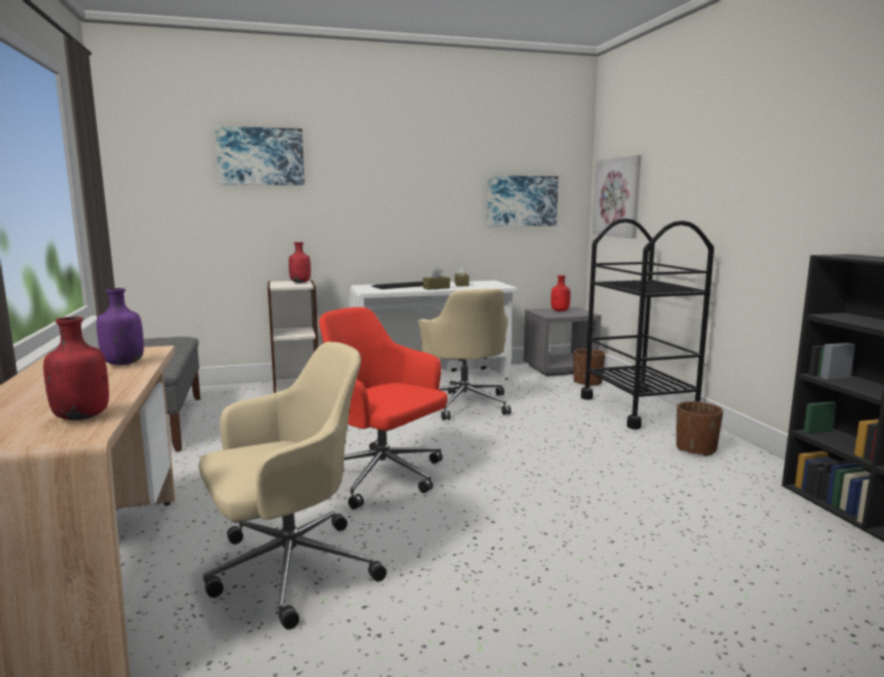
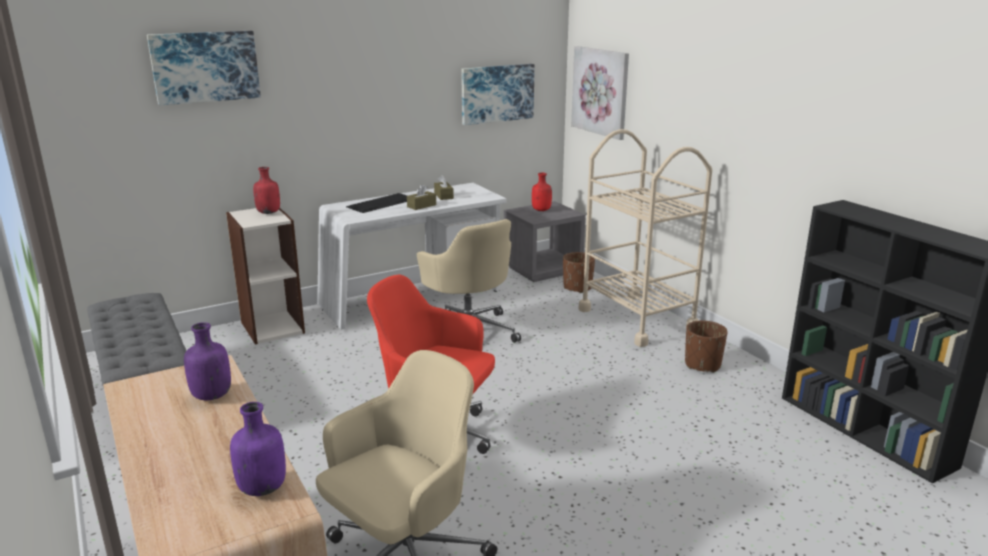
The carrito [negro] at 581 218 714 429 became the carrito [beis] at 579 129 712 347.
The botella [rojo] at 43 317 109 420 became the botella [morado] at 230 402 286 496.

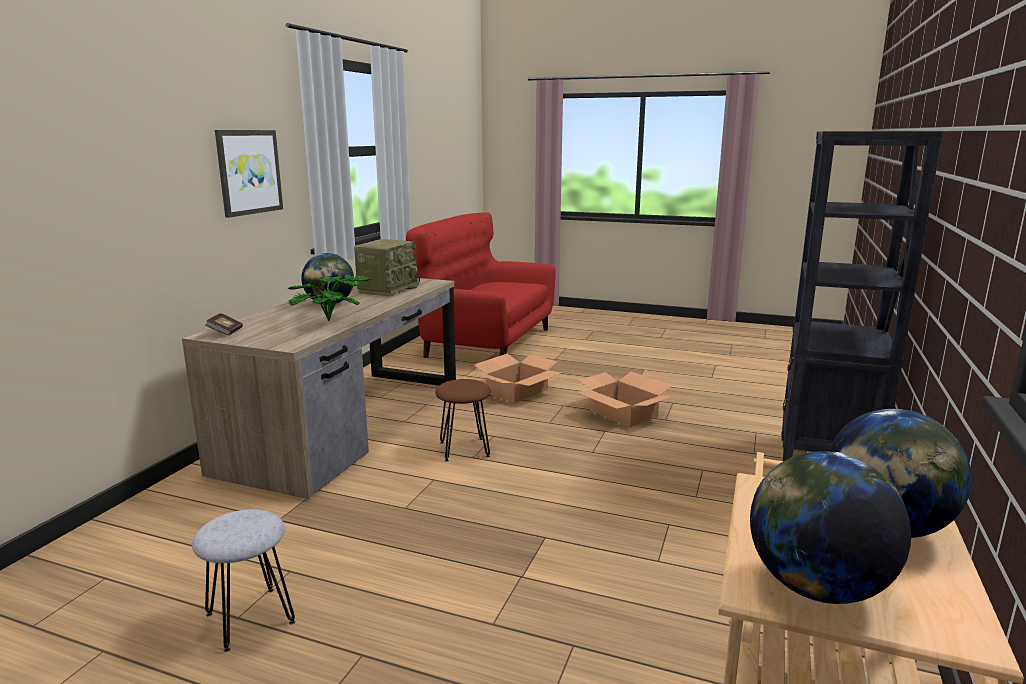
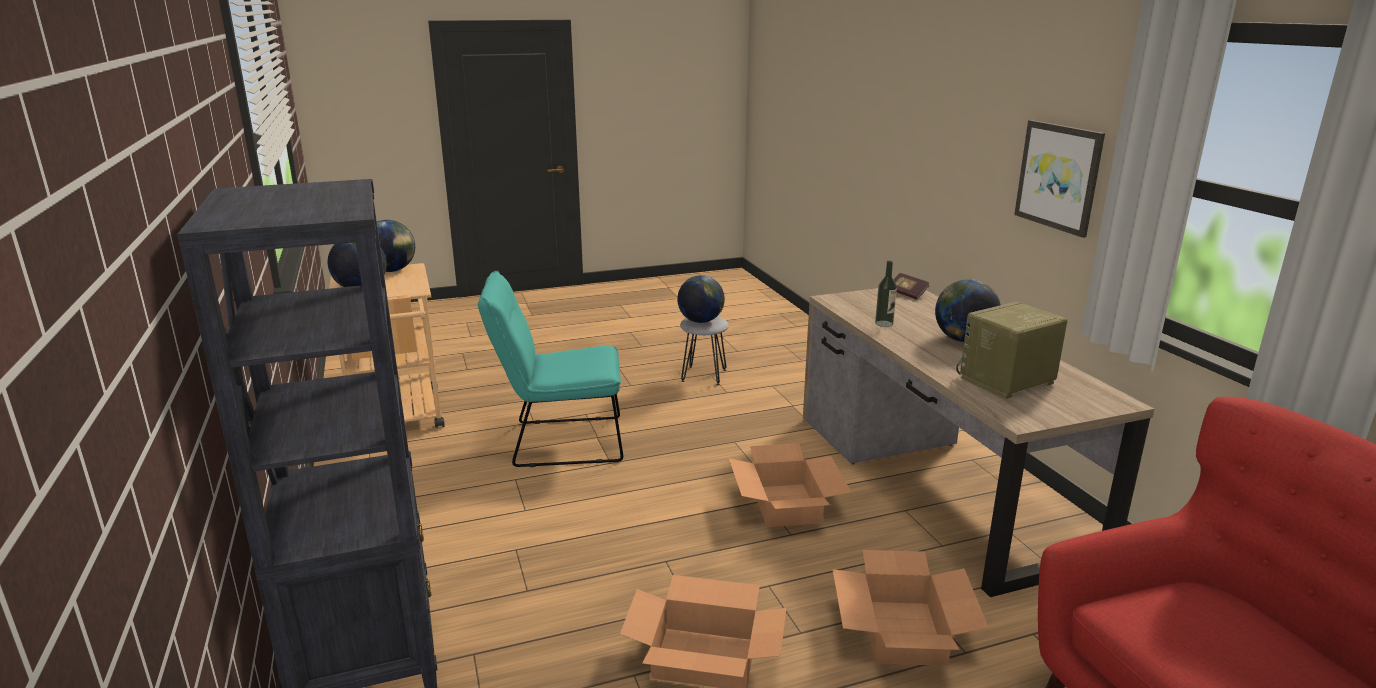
The radio at 354 239 420 297 turned 75 degrees clockwise.
The planta en maceta at 288 275 371 321 was replaced by the botella at 875 261 897 327.
The taburete [marrón] at 435 379 491 461 was replaced by the caja de cartón at 729 443 852 527.
The silla [turquesa] at 478 271 623 467 appeared.
The globo terráqueo at 677 275 725 323 appeared.

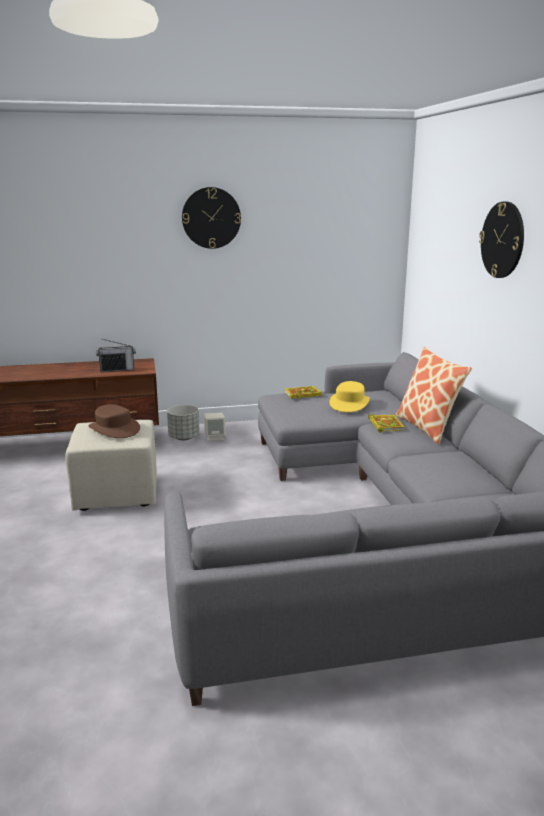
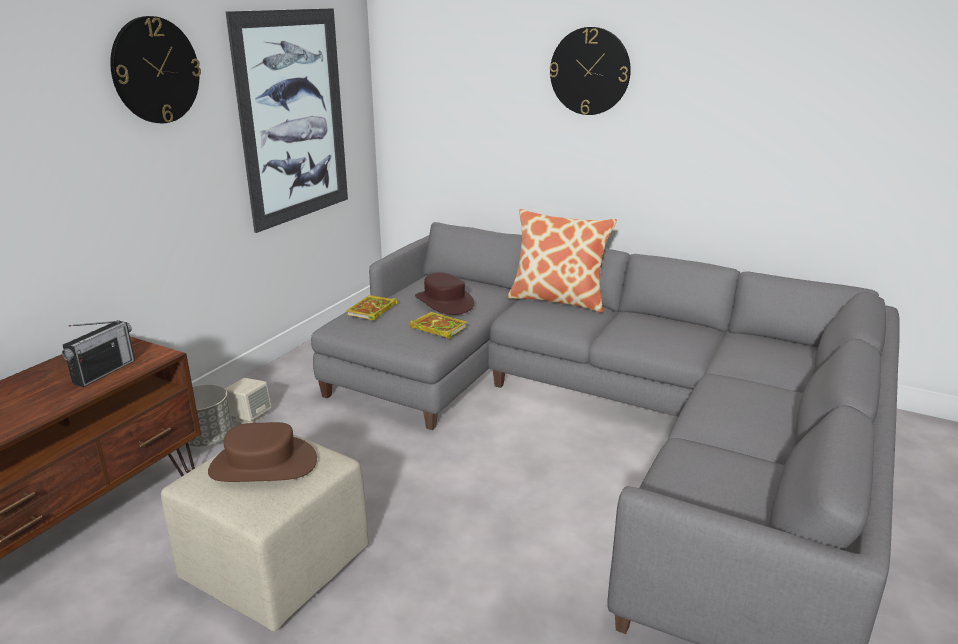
The sombrero [amarillo] at 329 381 370 412 became the sombrero [marrón] at 415 272 474 315.
The libro moved from 368 414 405 433 to 409 312 467 339.
The cuadro at 226 8 348 233 appeared.

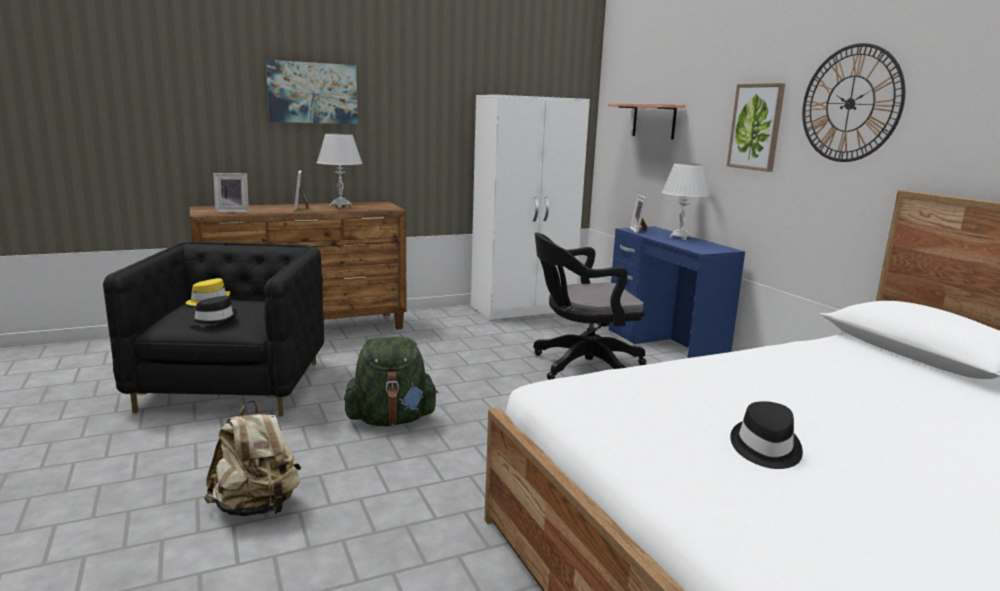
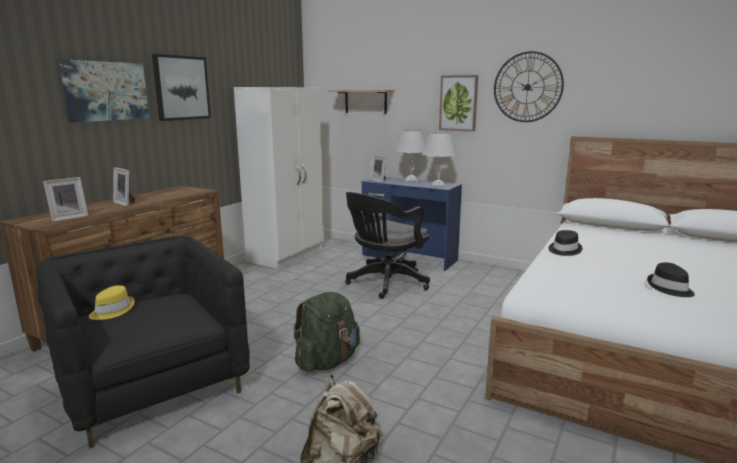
The lámpara de mesa [blanco] moved from 317 134 363 208 to 423 132 457 188.
The sombrero [negro] moved from 189 296 238 327 to 548 230 583 256.
The cuadro at 152 54 211 121 appeared.

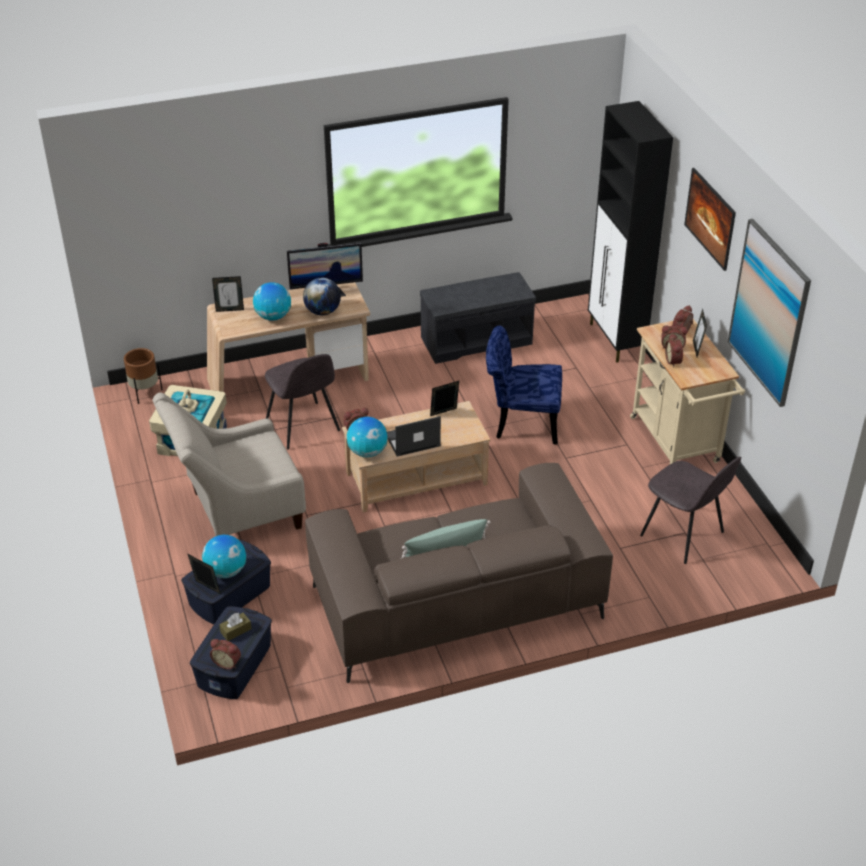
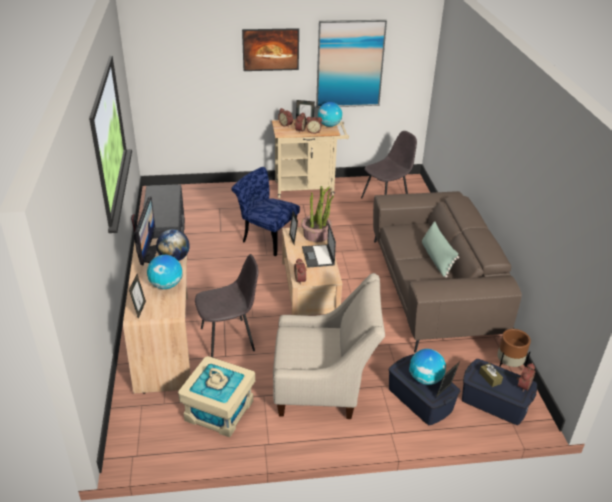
The armario [negro] at 588 101 673 362 disappeared.
The silla [azul] at 486 326 562 445 turned 105 degrees clockwise.
The maceta [marrón] moved from 124 348 162 404 to 497 329 531 367.
The sillón [beis] at 152 392 306 536 turned 75 degrees counterclockwise.
The globo terráqueo moved from 347 417 388 458 to 318 102 342 127.
The planta en maceta at 301 186 334 242 appeared.

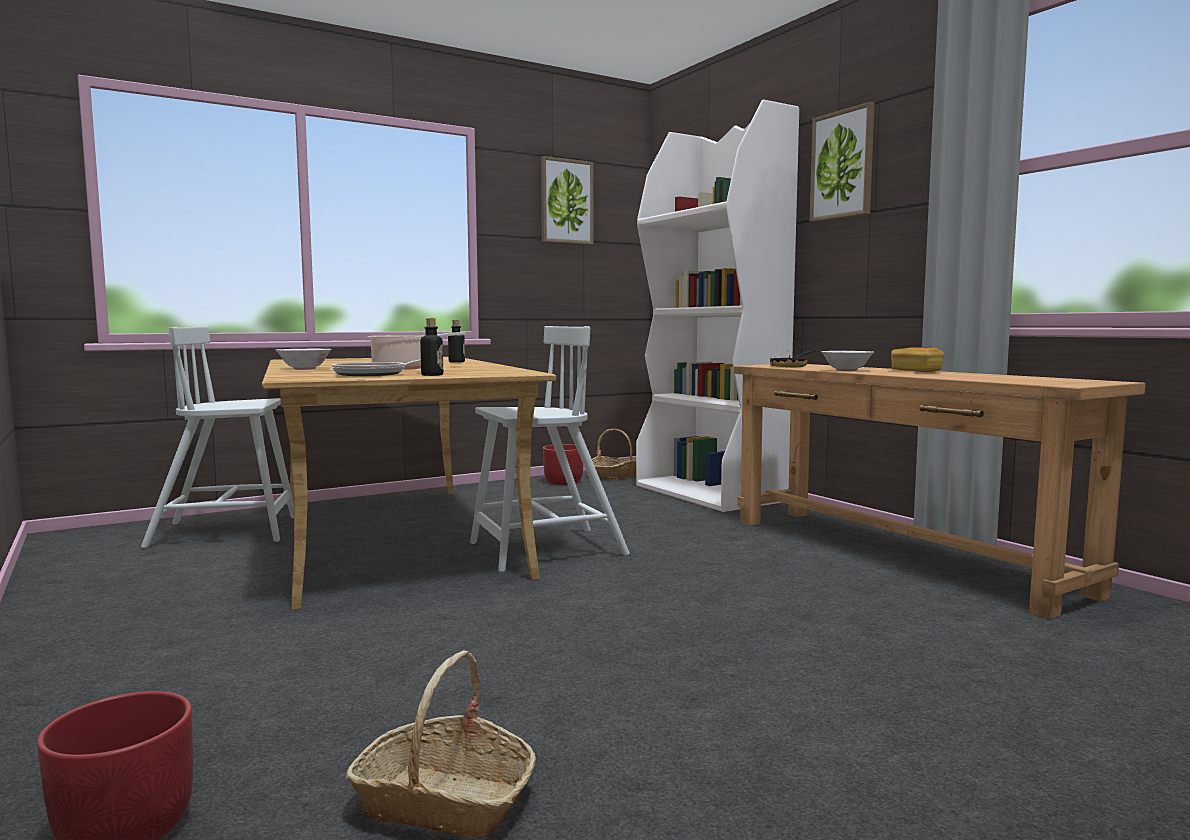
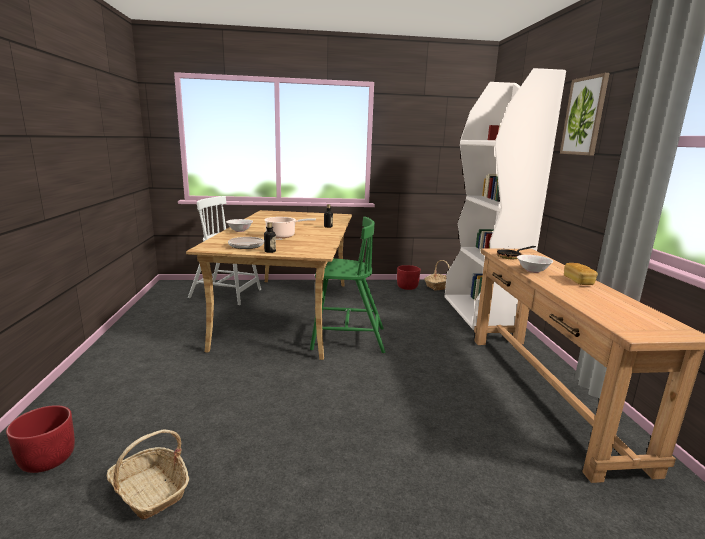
The cuadro at 541 156 593 245 disappeared.
The silla [blanco] at 470 326 630 572 became the silla [verde] at 310 217 385 353.

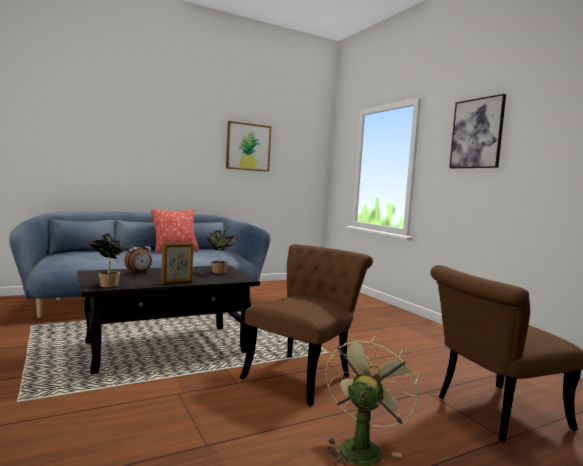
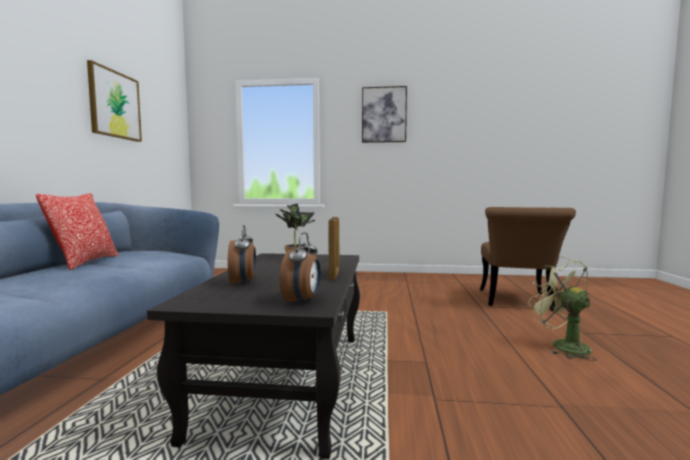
The planta en maceta at 90 233 129 287 was replaced by the despertador at 279 232 321 305.
The silla [marrón] at 240 244 373 406 disappeared.

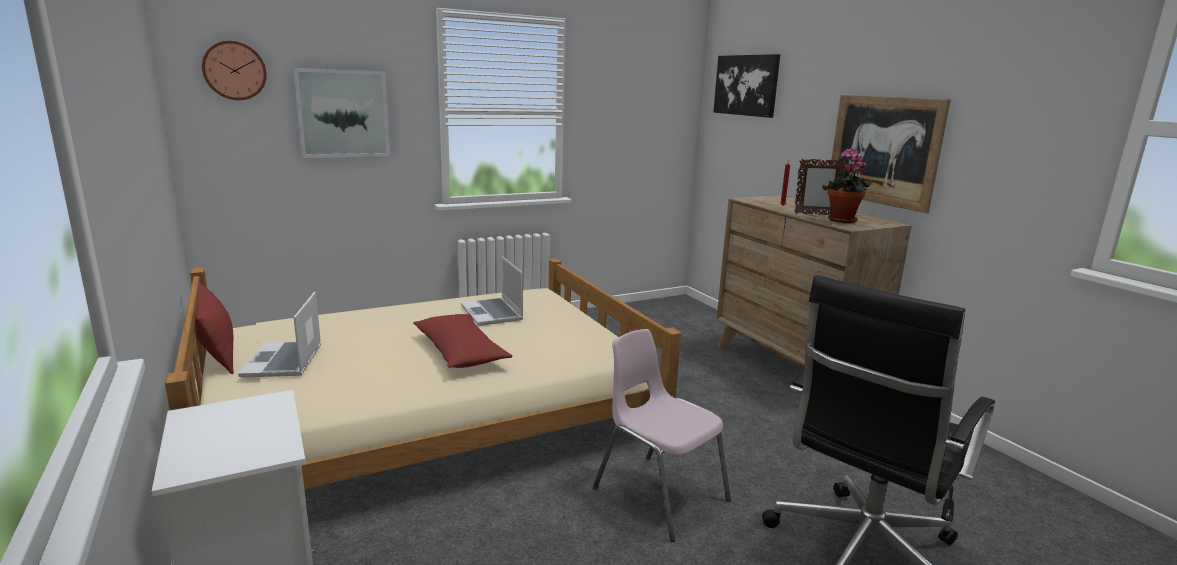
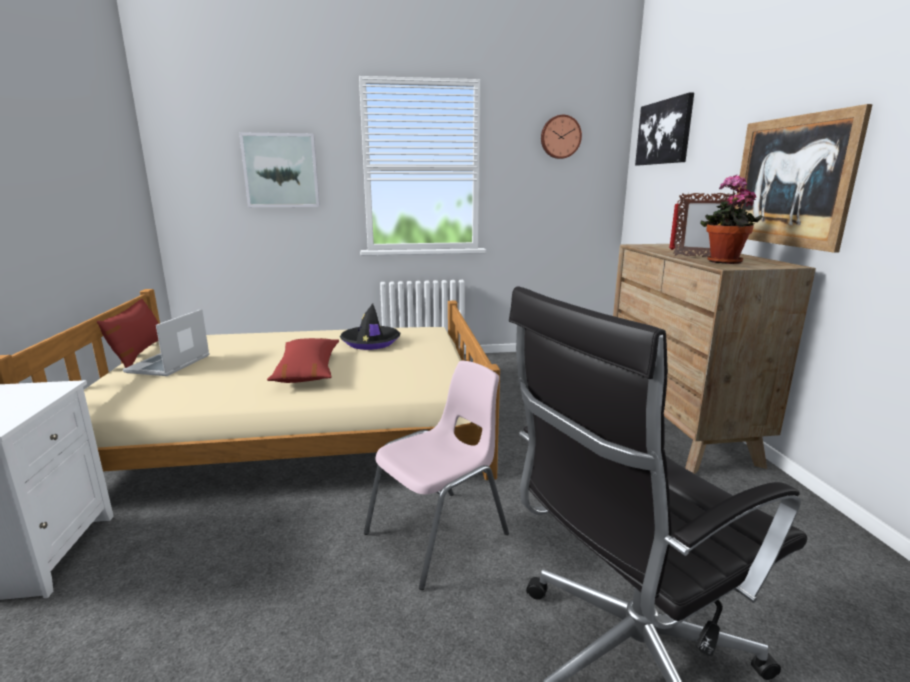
The reloj de pared moved from 202 41 267 100 to 541 115 582 159.
The portátil at 461 257 523 326 was replaced by the sombrero [negro] at 340 304 400 350.
The silla [rosa] at 593 329 731 542 turned 75 degrees clockwise.

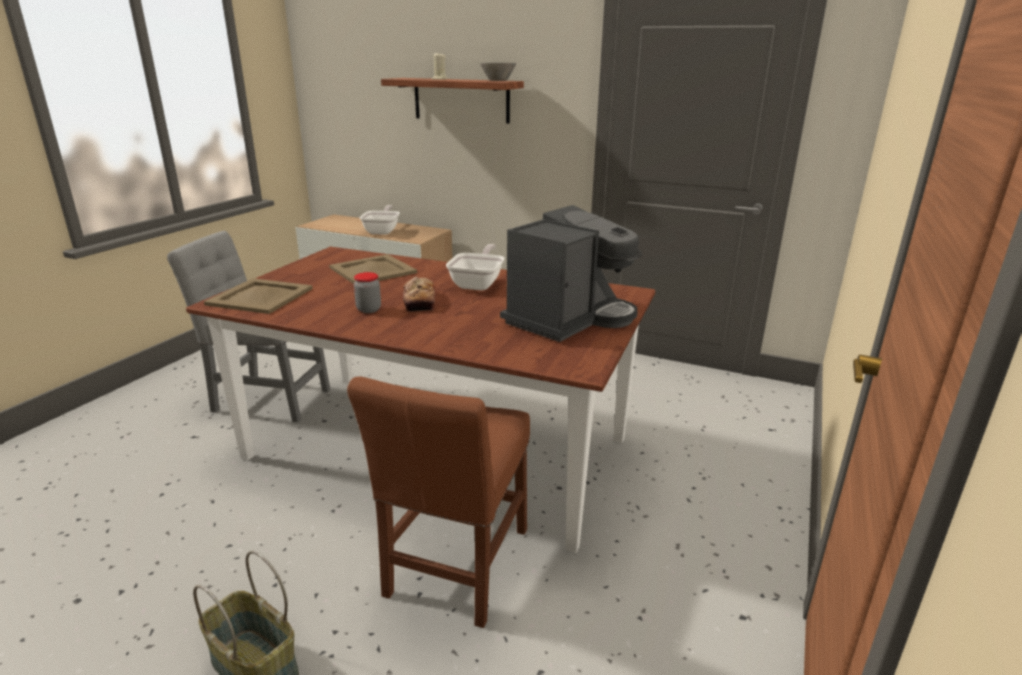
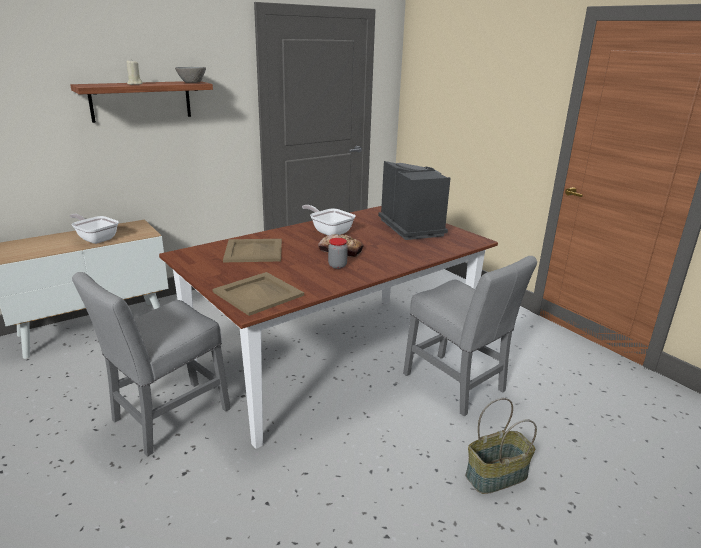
The silla [marrón] at 347 376 530 628 became the silla [gris] at 403 256 537 416.

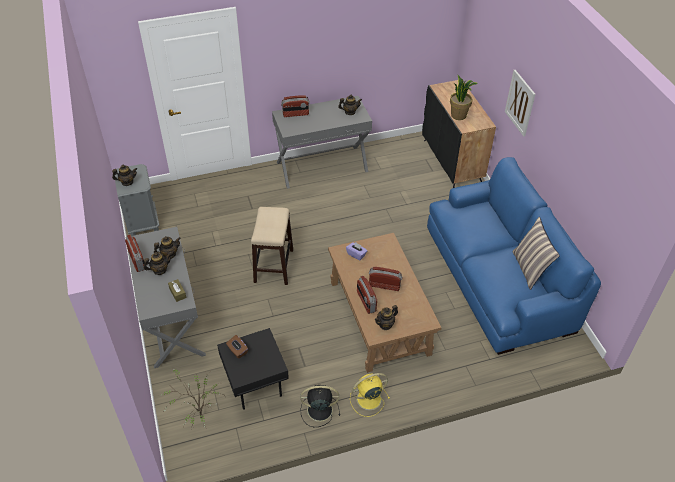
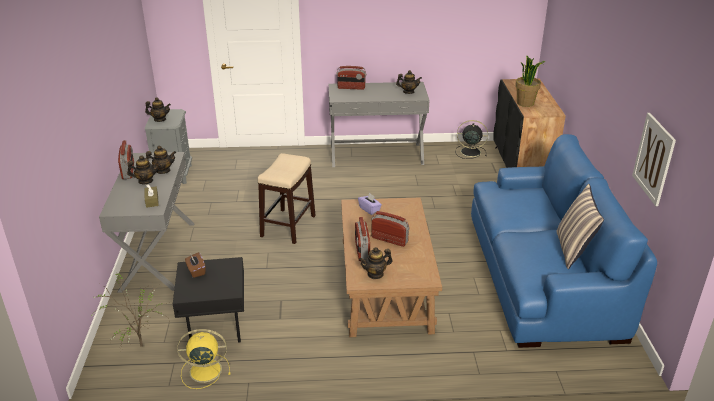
The cuadro moved from 505 70 535 137 to 632 113 676 206.
The ventilador [amarillo] moved from 350 373 390 417 to 177 329 231 389.
The ventilador [negro] moved from 300 385 340 427 to 455 120 488 159.

